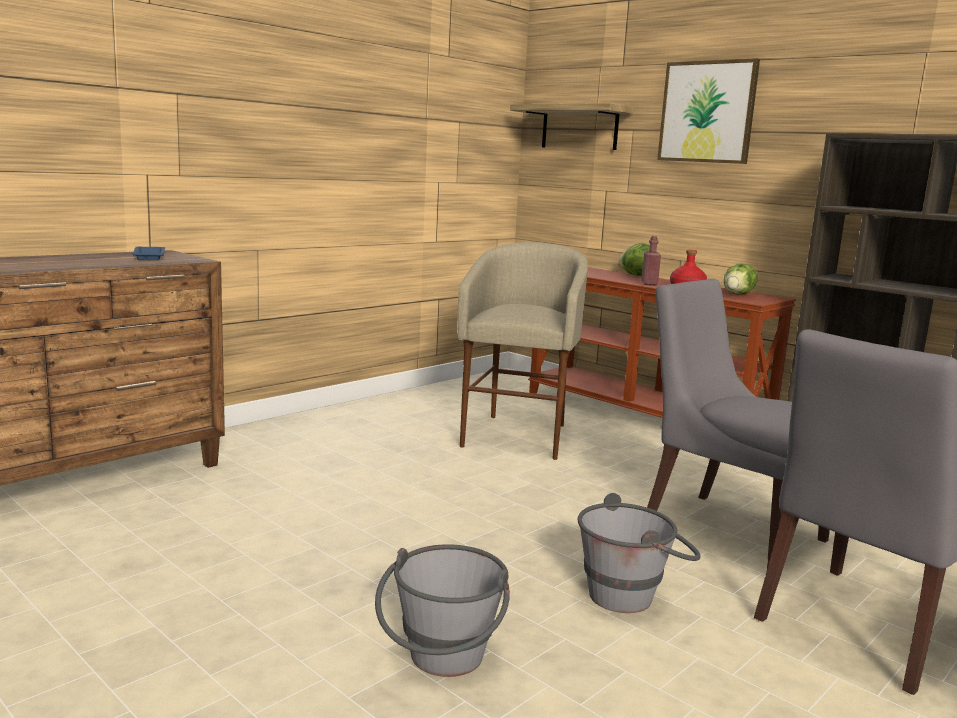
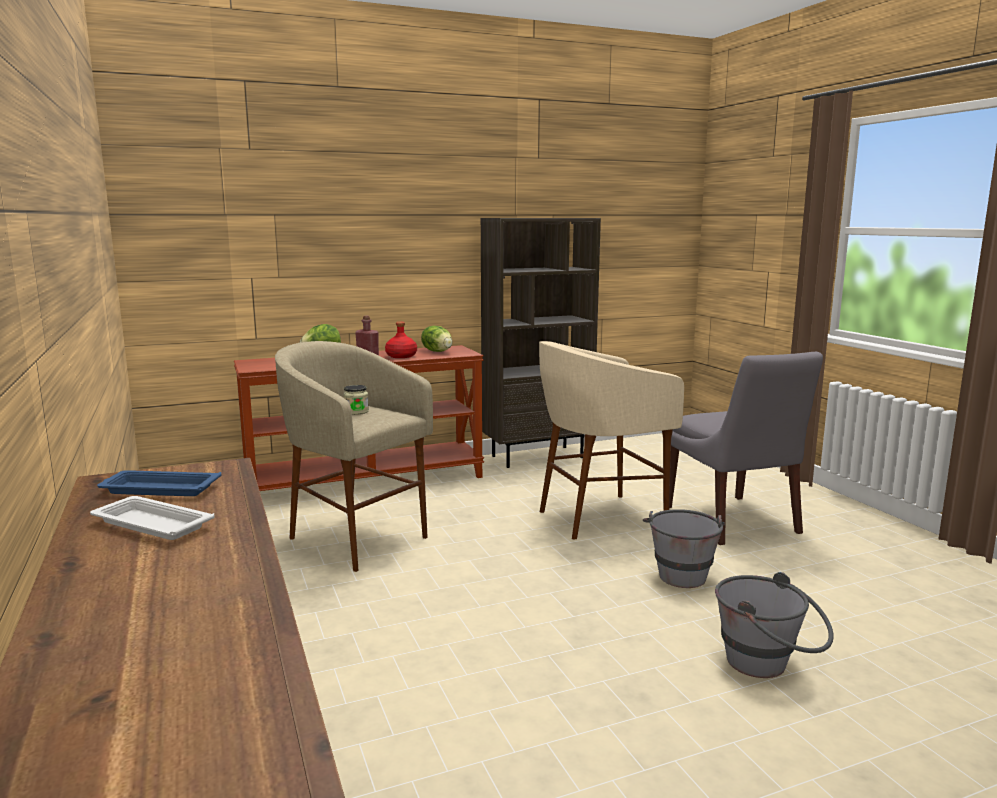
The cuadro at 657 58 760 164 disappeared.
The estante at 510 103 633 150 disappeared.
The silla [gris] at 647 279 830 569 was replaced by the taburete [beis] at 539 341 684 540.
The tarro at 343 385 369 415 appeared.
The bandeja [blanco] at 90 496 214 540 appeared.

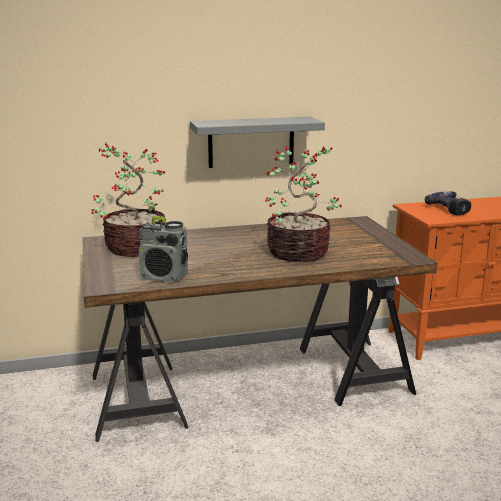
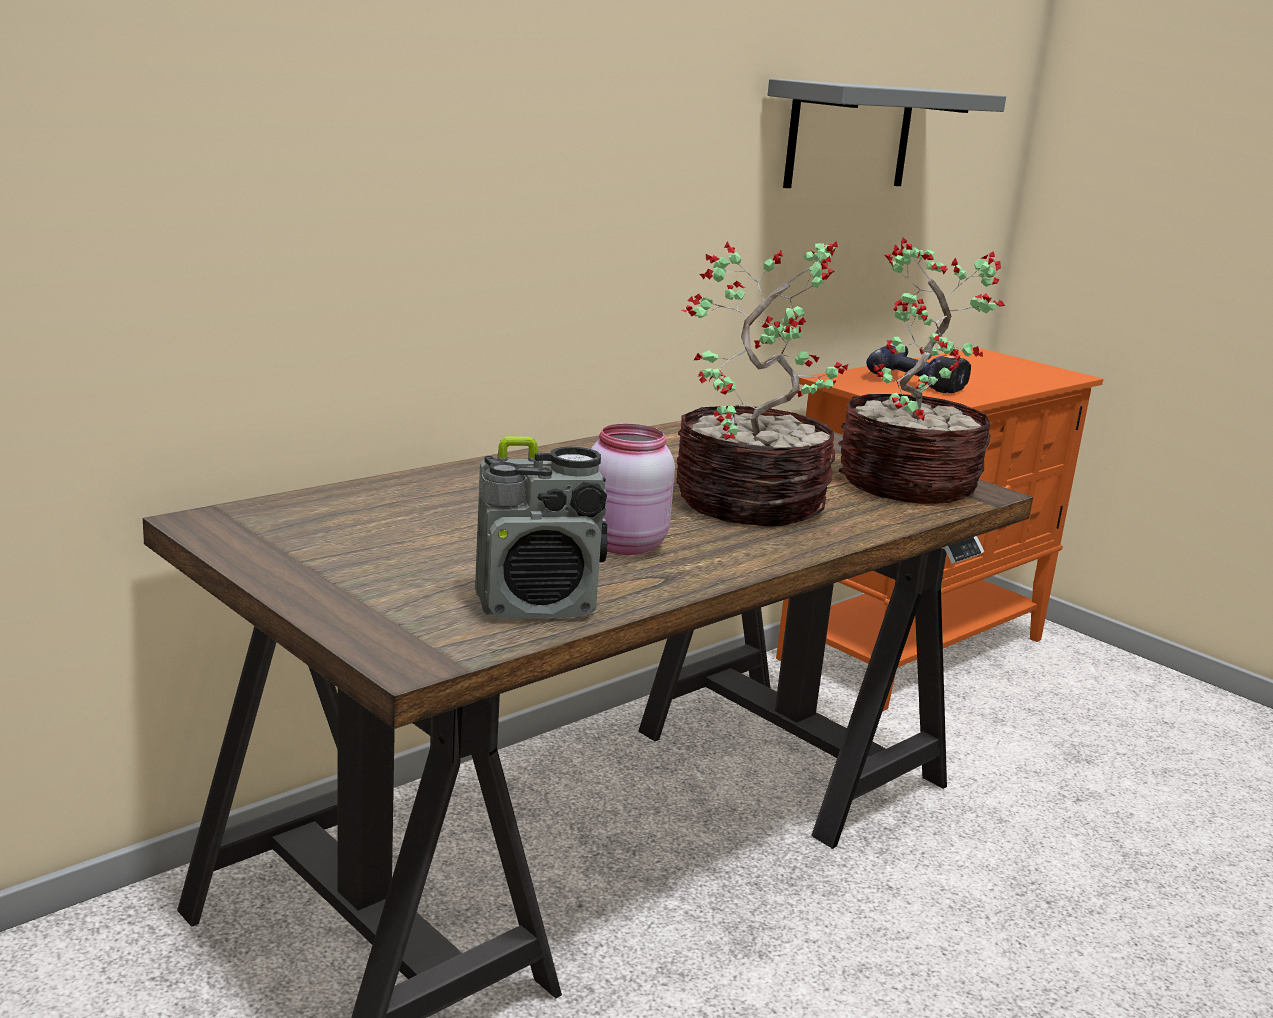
The estante [gris] moved from 190 117 325 168 to 768 79 1006 188.
The planta en maceta moved from 91 143 166 257 to 838 237 1005 504.
The tarro [rosa] at 591 424 675 555 appeared.

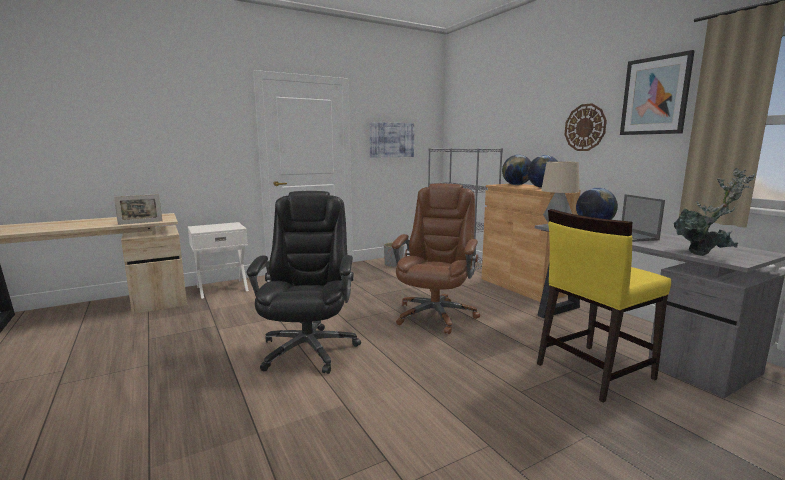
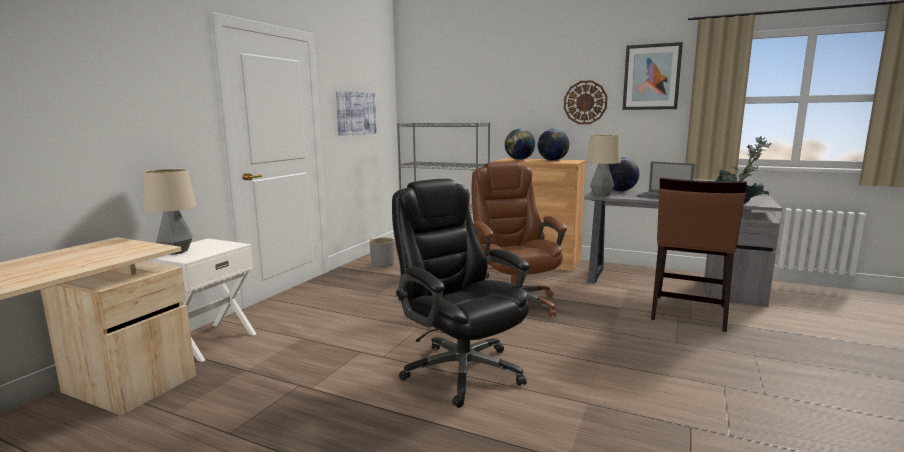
The portarretratos at 114 194 162 225 disappeared.
The silla [amarillo] at 537 209 671 403 became the silla [marrón] at 651 178 747 332.
The lámpara de mesa at 143 169 196 255 appeared.

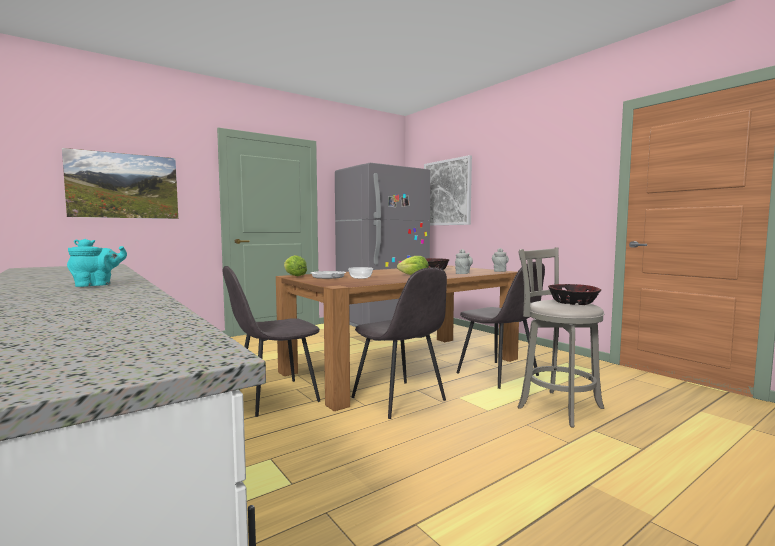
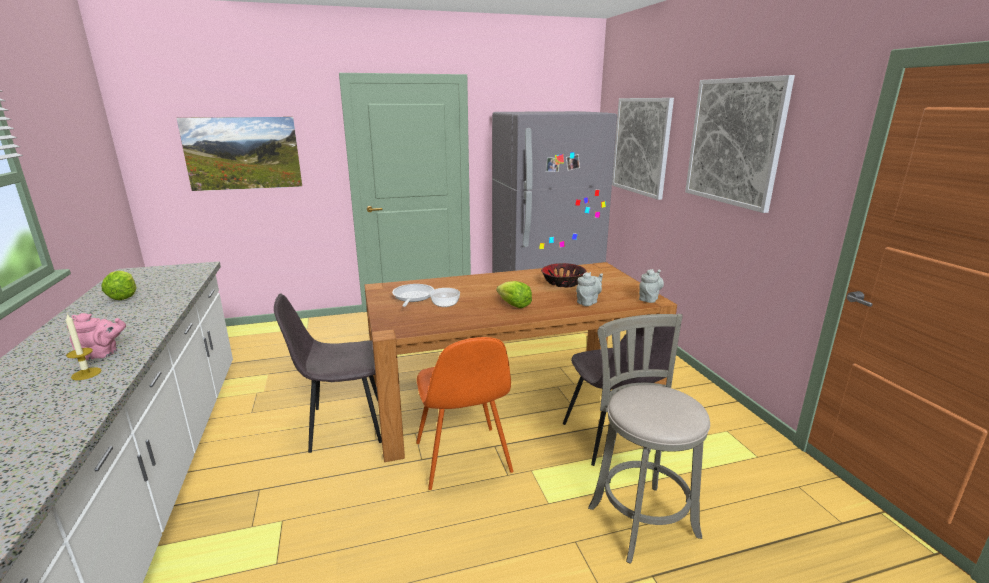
The tetera [turquesa] at 67 239 127 287 became the tetera [rosa] at 67 313 126 360.
The lechuga moved from 284 255 307 276 to 102 271 136 300.
The silla [gris] at 352 268 447 419 became the silla [naranja] at 416 337 513 490.
The cuenco at 548 284 601 305 disappeared.
The cuadro at 685 75 795 213 appeared.
The vela at 66 314 102 380 appeared.

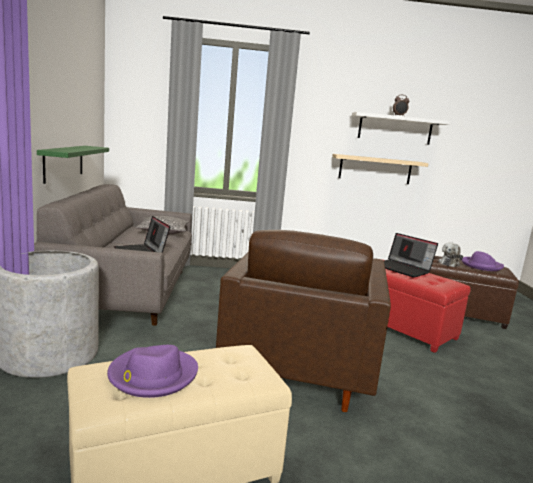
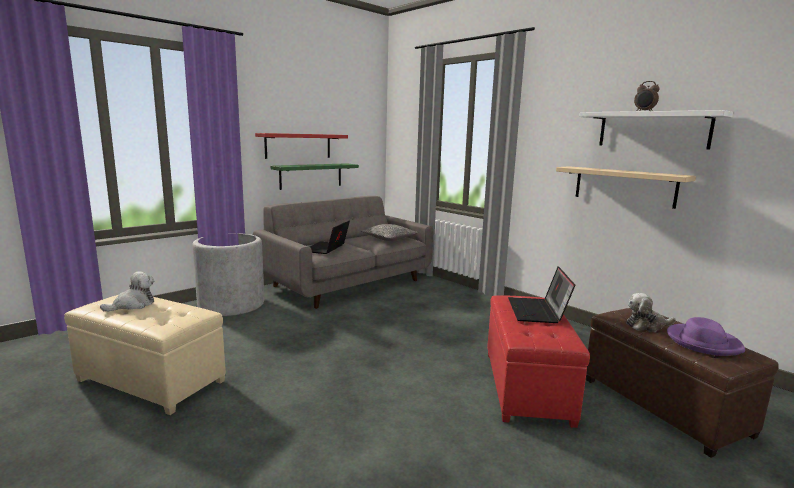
The sillón [marrón] at 216 230 391 412 disappeared.
The sombrero [morado] at 107 345 198 398 was replaced by the peluche at 100 271 154 311.
The estante [rojo] at 255 133 348 159 appeared.

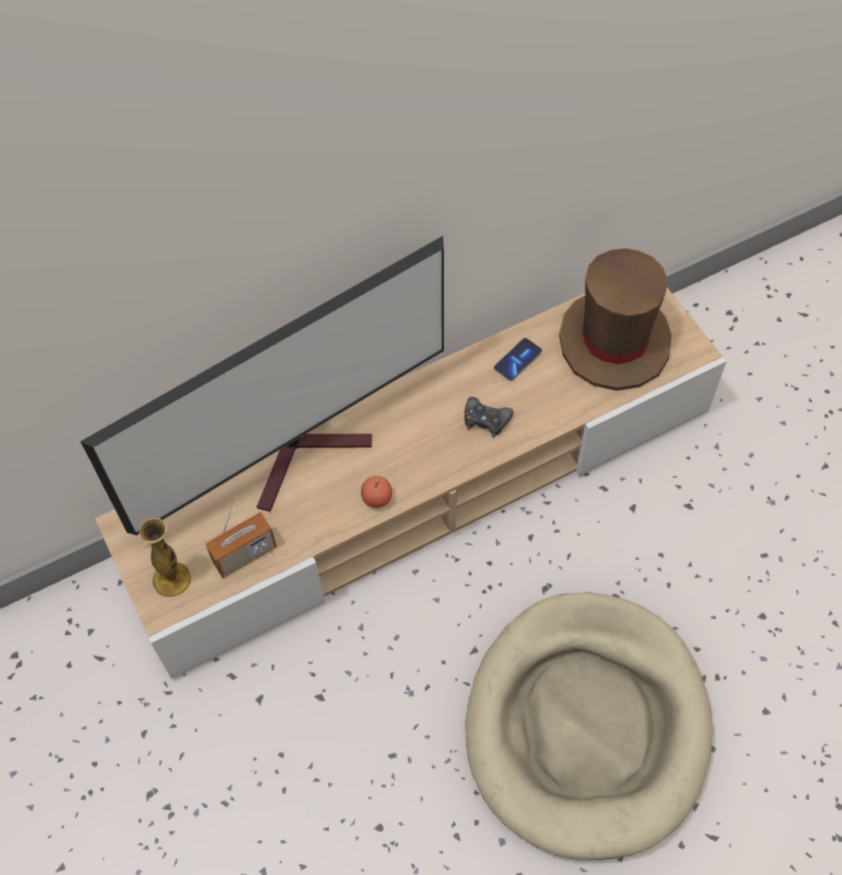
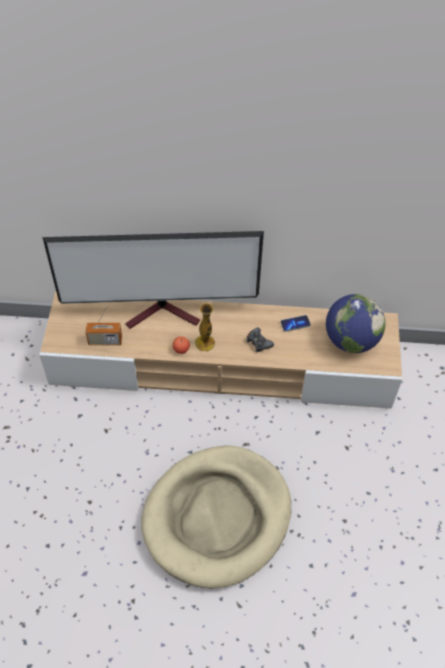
The sombrero [marrón] at 559 248 672 391 was replaced by the globo terráqueo at 326 294 385 353.
The florero moved from 139 518 191 597 to 195 303 215 351.

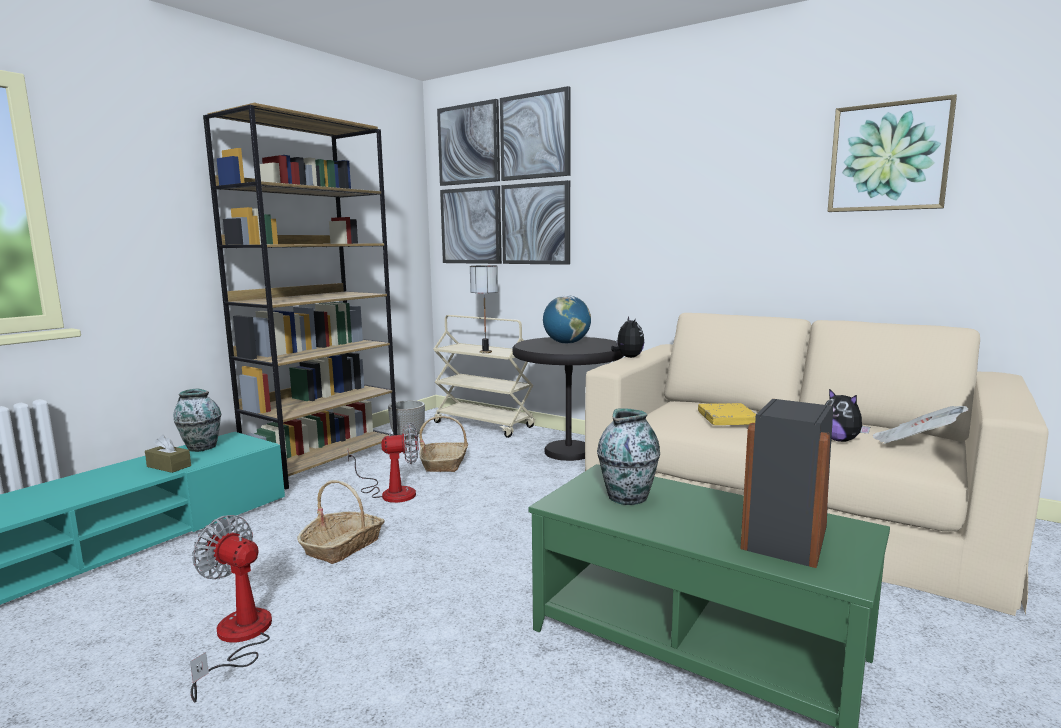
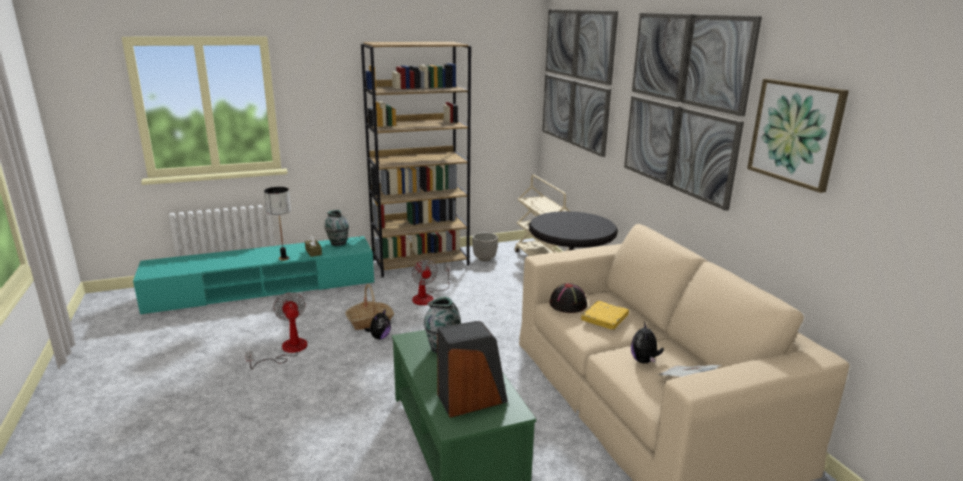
The lámpara de mesa moved from 470 265 498 353 to 264 187 291 261.
The globo terráqueo at 543 295 591 344 disappeared.
The peluche moved from 611 317 644 358 to 365 309 391 339.
The cesta at 419 416 469 472 disappeared.
The ventilador at 347 422 418 503 turned 45 degrees clockwise.
The cuadro at 624 13 762 211 appeared.
The sombrero [negro] at 549 283 587 313 appeared.

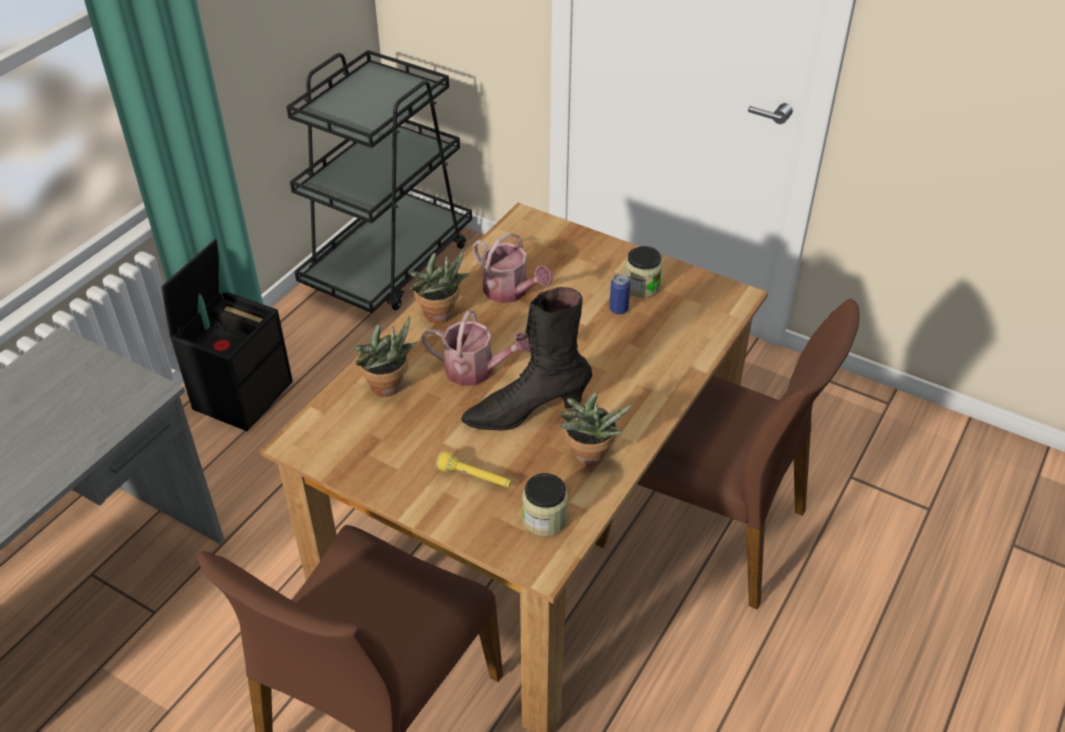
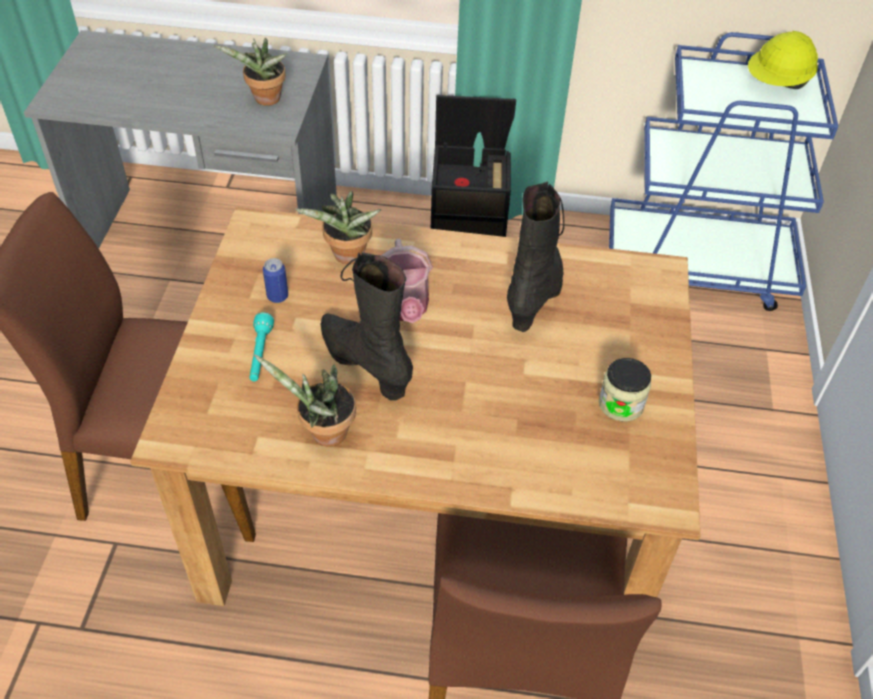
The carrito [negro] at 286 50 472 313 became the carrito [azul] at 609 32 839 311.
The regadera at 473 232 553 303 was replaced by the bota [negro] at 507 181 564 332.
The planta en maceta moved from 410 248 469 323 to 213 38 288 106.
The lata moved from 609 274 630 314 to 263 258 288 303.
The linterna [amarillo] at 436 451 512 487 became the linterna [turquesa] at 250 312 274 381.
The tarro at 522 473 568 536 disappeared.
The casco [amarillo] at 748 31 818 89 appeared.

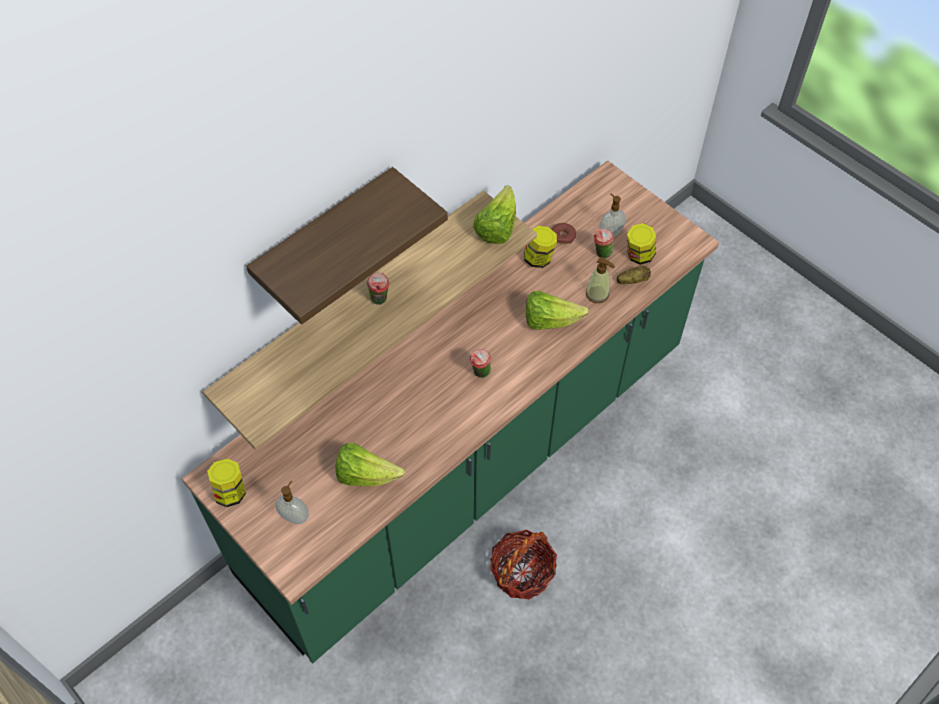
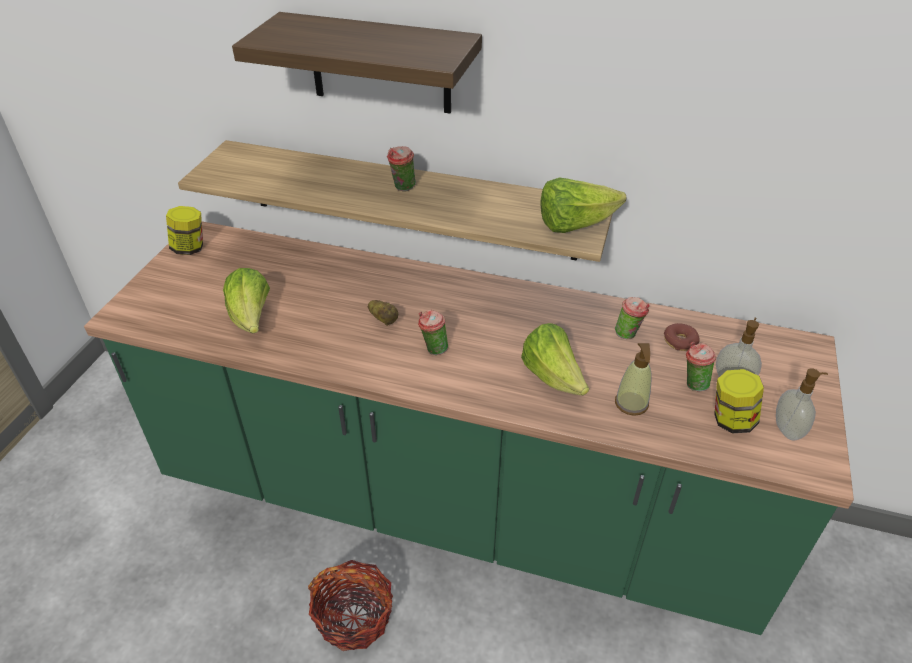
The tarro at 524 226 557 268 was replaced by the taza at 615 297 650 339.
The patata moved from 617 266 651 284 to 367 300 398 326.
The dispensador de jabón moved from 275 481 309 524 to 776 368 828 441.

